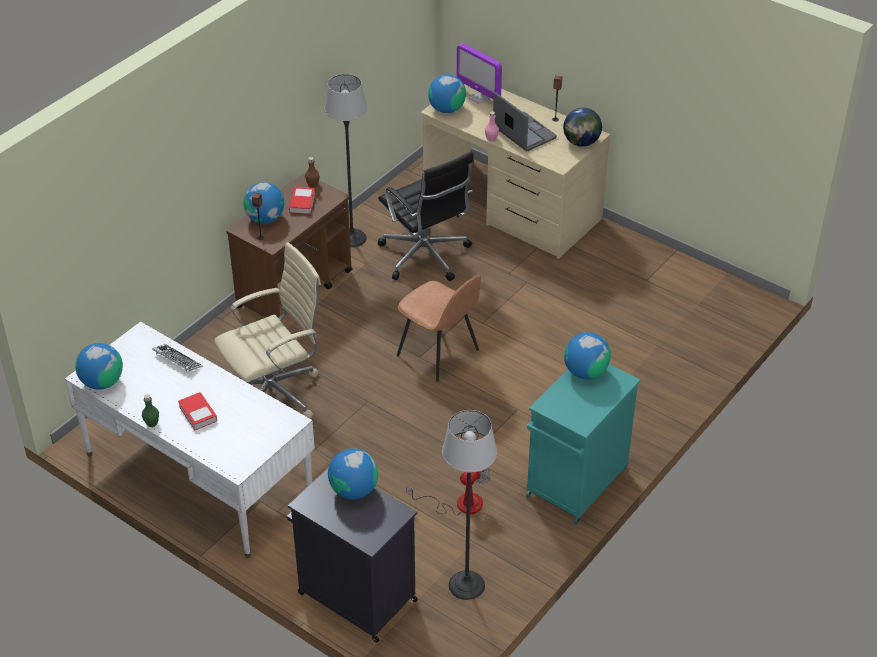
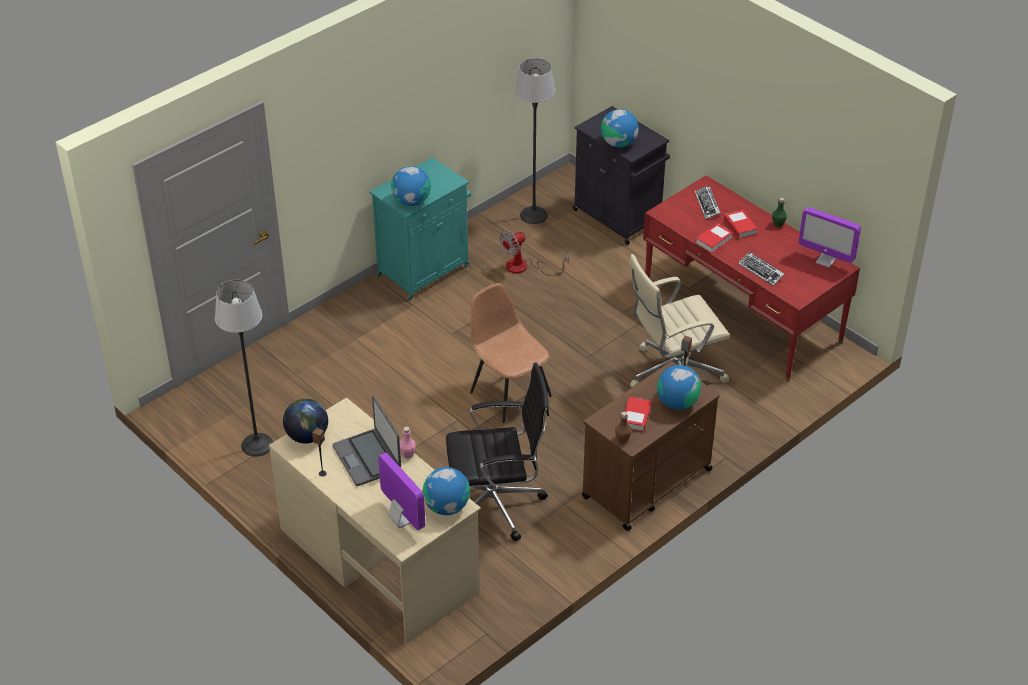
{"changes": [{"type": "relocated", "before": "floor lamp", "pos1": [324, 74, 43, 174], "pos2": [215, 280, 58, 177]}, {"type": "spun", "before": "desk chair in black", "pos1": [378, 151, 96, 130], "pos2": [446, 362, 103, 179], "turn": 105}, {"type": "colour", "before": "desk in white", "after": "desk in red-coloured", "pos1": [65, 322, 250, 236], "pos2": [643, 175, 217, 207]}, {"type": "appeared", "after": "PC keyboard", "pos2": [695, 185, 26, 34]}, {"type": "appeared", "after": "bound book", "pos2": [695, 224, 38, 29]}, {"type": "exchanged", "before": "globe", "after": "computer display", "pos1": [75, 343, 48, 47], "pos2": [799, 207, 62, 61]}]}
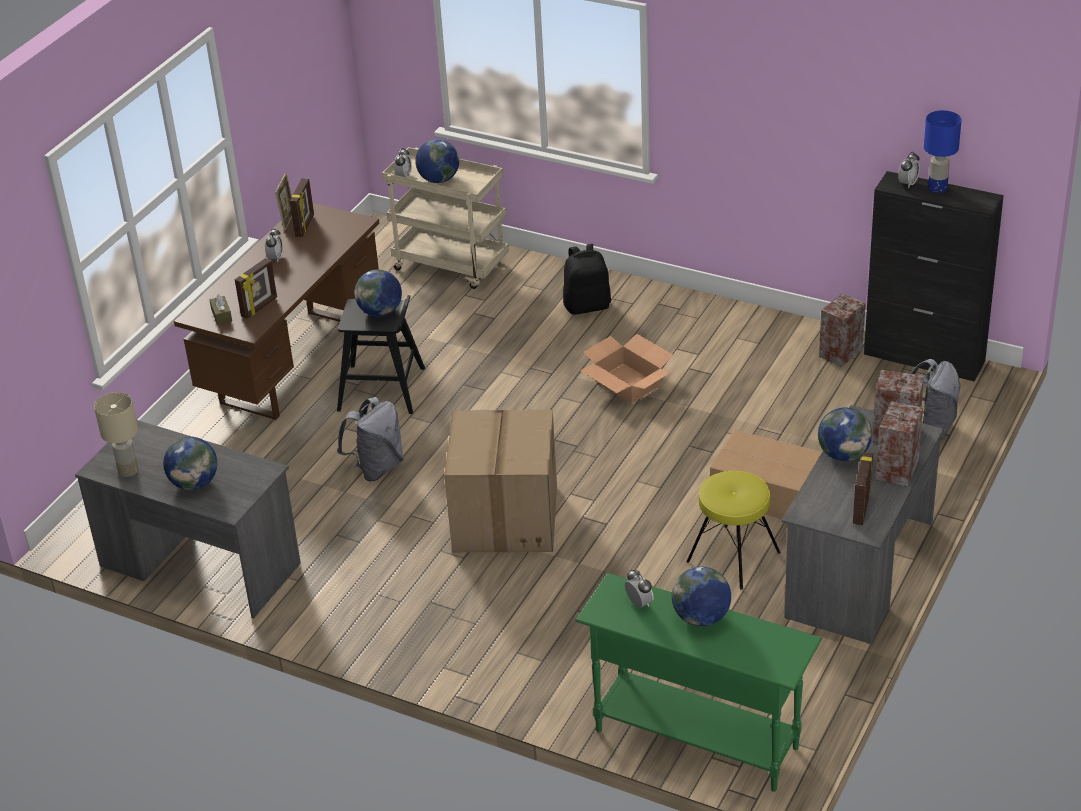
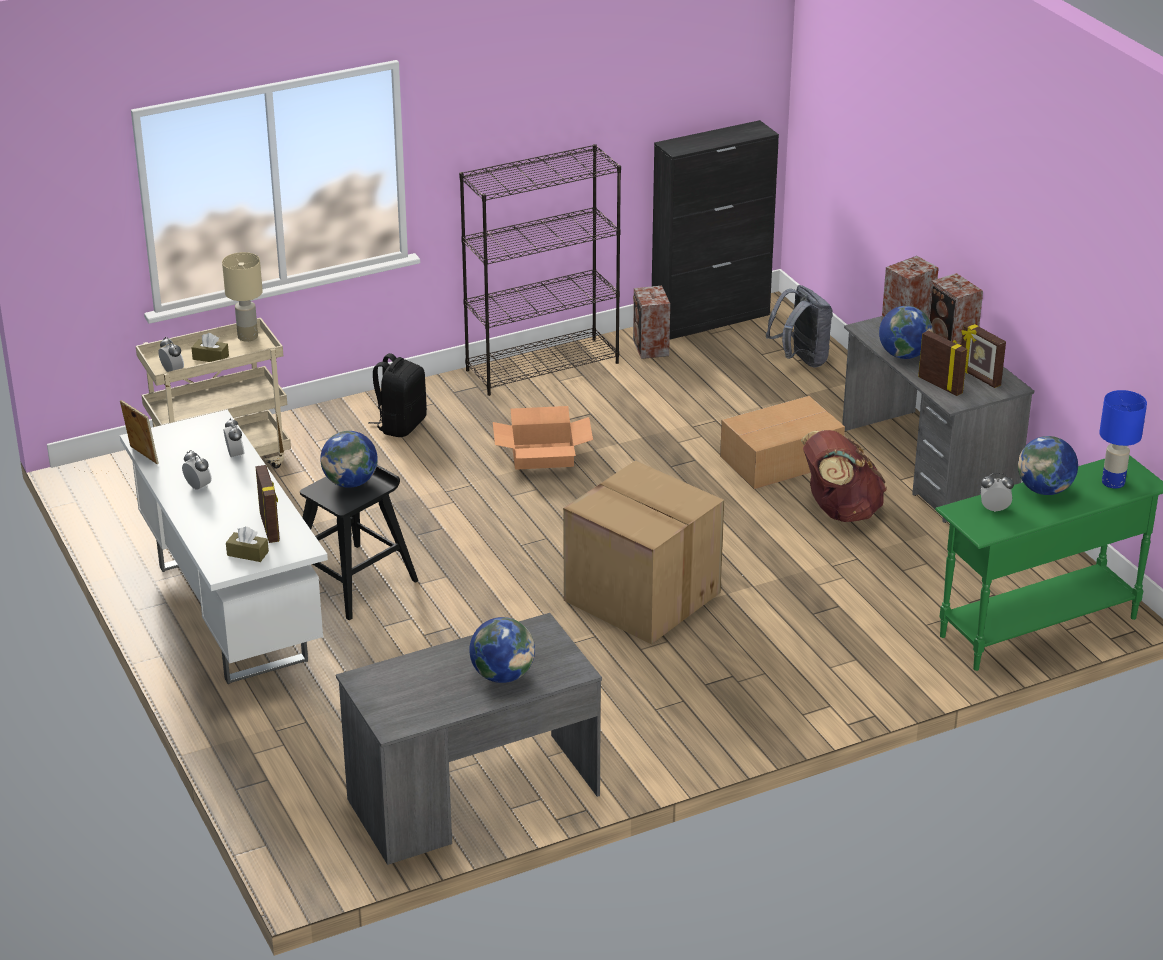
{"changes": [{"type": "colour", "before": "desk in brown-coloured", "after": "desk in white", "pos1": [174, 203, 205, 217], "pos2": [120, 410, 208, 274]}, {"type": "exchanged", "before": "globe", "after": "tissue holder in brown-coloured", "pos1": [415, 139, 44, 44], "pos2": [192, 333, 37, 29]}, {"type": "relocated", "before": "tabletop lamp in sand-coloured", "pos1": [94, 392, 45, 85], "pos2": [222, 252, 41, 90]}, {"type": "relocated", "before": "alarm clock", "pos1": [898, 152, 22, 36], "pos2": [223, 418, 21, 41]}, {"type": "appeared", "after": "shelving unit in black", "pos2": [459, 144, 162, 252]}, {"type": "exchanged", "before": "sitting stool in yellow", "after": "knapsack in brown-coloured", "pos1": [686, 471, 95, 119], "pos2": [801, 430, 86, 92]}, {"type": "relocated", "before": "standing frame", "pos1": [290, 178, 24, 59], "pos2": [918, 330, 50, 66]}, {"type": "relocated", "before": "tabletop lamp in bluish", "pos1": [924, 110, 37, 83], "pos2": [1099, 390, 48, 99]}, {"type": "missing", "before": "knapsack in grey", "pos1": [337, 397, 67, 85]}]}
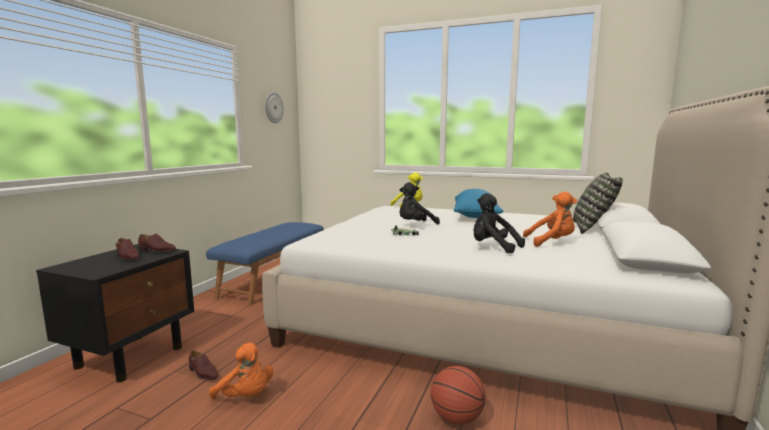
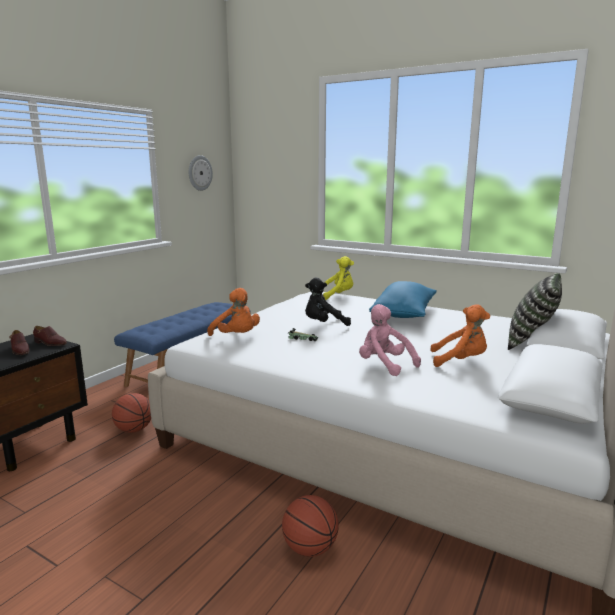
{"changes": [{"type": "appeared", "after": "basketball", "pos2": [112, 393, 39, 40]}, {"type": "relocated", "before": "plush toy in orange", "pos1": [209, 343, 64, 56], "pos2": [207, 288, 53, 48]}, {"type": "colour", "before": "plush toy in black", "after": "plush toy in pinkish", "pos1": [473, 193, 52, 60], "pos2": [359, 304, 62, 72]}, {"type": "missing", "before": "low shoe in brown-coloured", "pos1": [189, 350, 29, 30]}]}
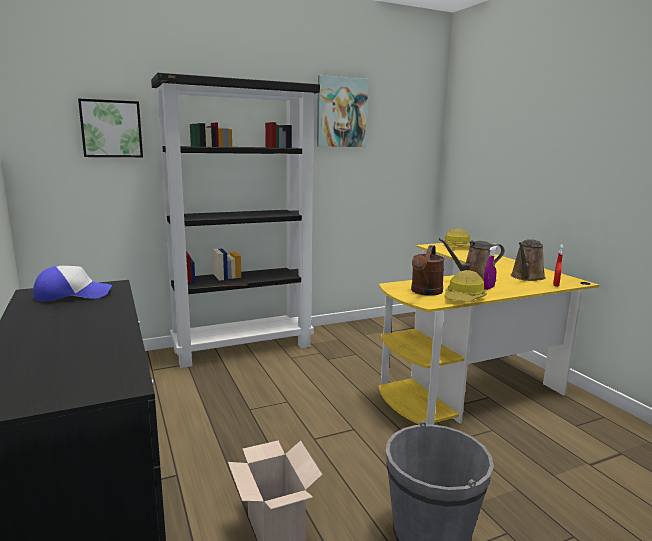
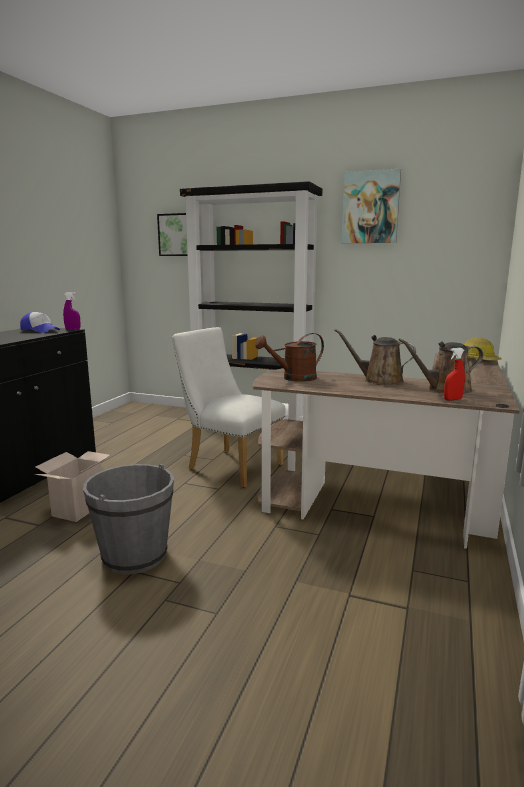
{"changes": [{"type": "relocated", "before": "hand sprayer in purple", "pos1": [484, 246, 13, 44], "pos2": [63, 292, 17, 38]}, {"type": "appeared", "after": "plain chair in white", "pos2": [172, 327, 113, 161]}, {"type": "colour", "before": "desk in yellow", "after": "desk in brown-coloured", "pos1": [379, 243, 220, 182], "pos2": [253, 353, 267, 196]}, {"type": "missing", "before": "safety helmet", "pos1": [444, 270, 43, 32]}]}
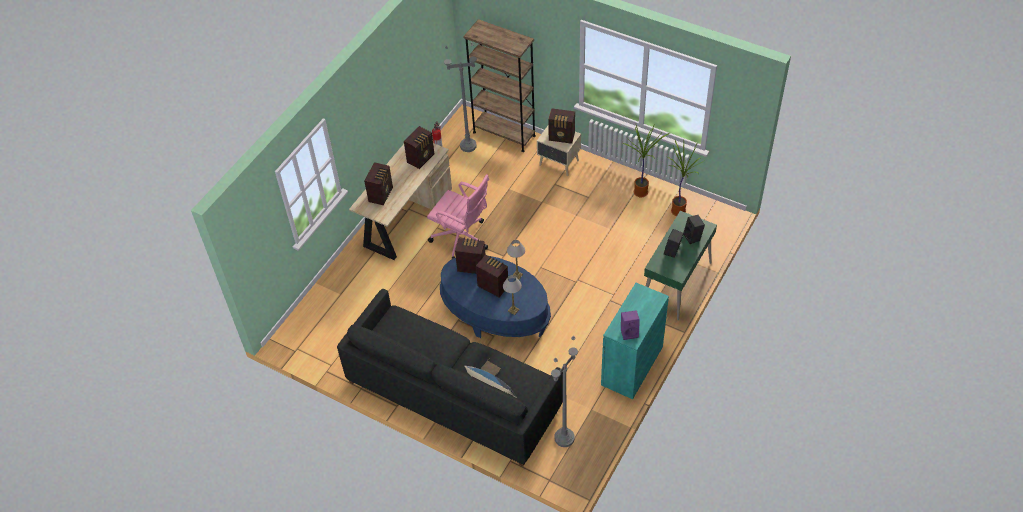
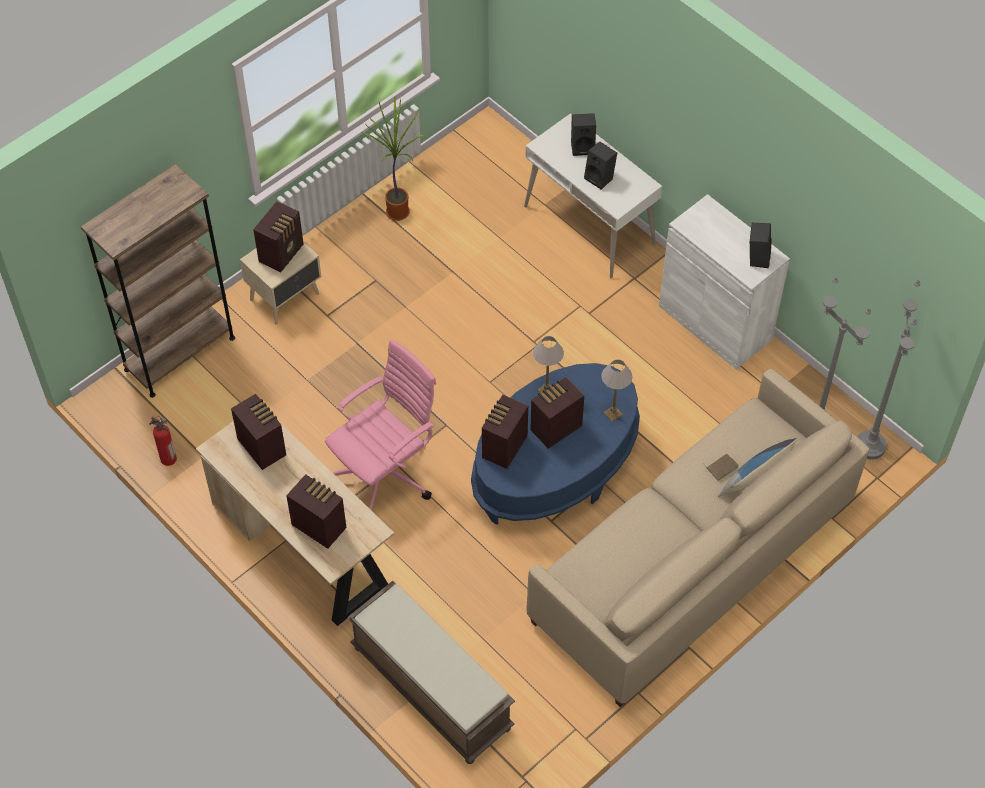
{"changes": [{"type": "appeared", "after": "bench in brown-coloured", "pos2": [347, 581, 168, 183]}, {"type": "colour", "before": "desk in green", "after": "desk in white", "pos1": [644, 211, 73, 109], "pos2": [524, 114, 138, 164]}, {"type": "colour", "before": "sofa in black", "after": "sofa in sand-coloured", "pos1": [337, 289, 226, 178], "pos2": [527, 369, 342, 339]}, {"type": "colour", "before": "storage cabinet in turquoise", "after": "storage cabinet in white", "pos1": [601, 283, 68, 116], "pos2": [659, 194, 131, 176]}, {"type": "colour", "before": "speaker in purple", "after": "speaker in black", "pos1": [621, 310, 19, 30], "pos2": [750, 223, 21, 45]}, {"type": "relocated", "before": "floor lamp in grey", "pos1": [444, 42, 33, 110], "pos2": [857, 279, 64, 181]}, {"type": "missing", "before": "potted plant", "pos1": [666, 140, 39, 76]}]}
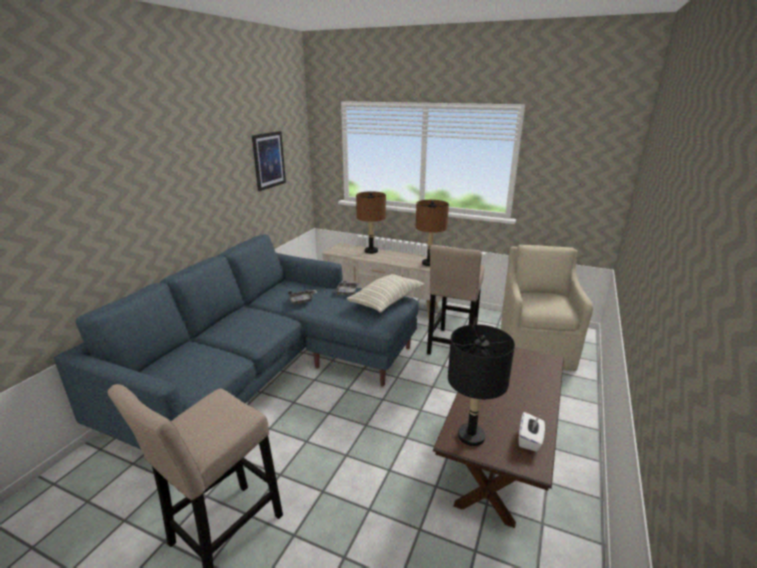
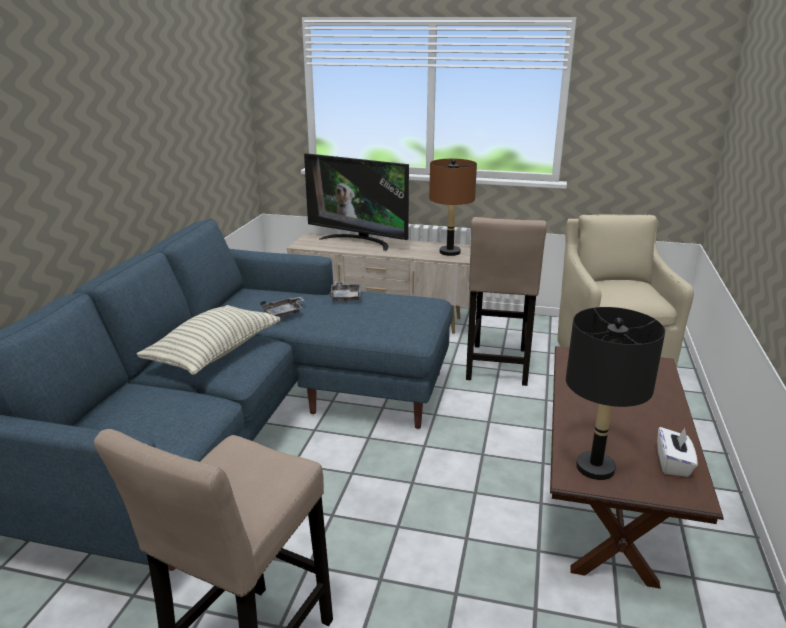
{"changes": [{"type": "relocated", "before": "cushion", "pos1": [347, 274, 77, 39], "pos2": [137, 305, 143, 70]}, {"type": "exchanged", "before": "tabletop lamp in brown-coloured", "after": "television", "pos1": [356, 191, 30, 63], "pos2": [304, 153, 105, 98]}, {"type": "missing", "before": "picture", "pos1": [252, 131, 34, 60]}]}
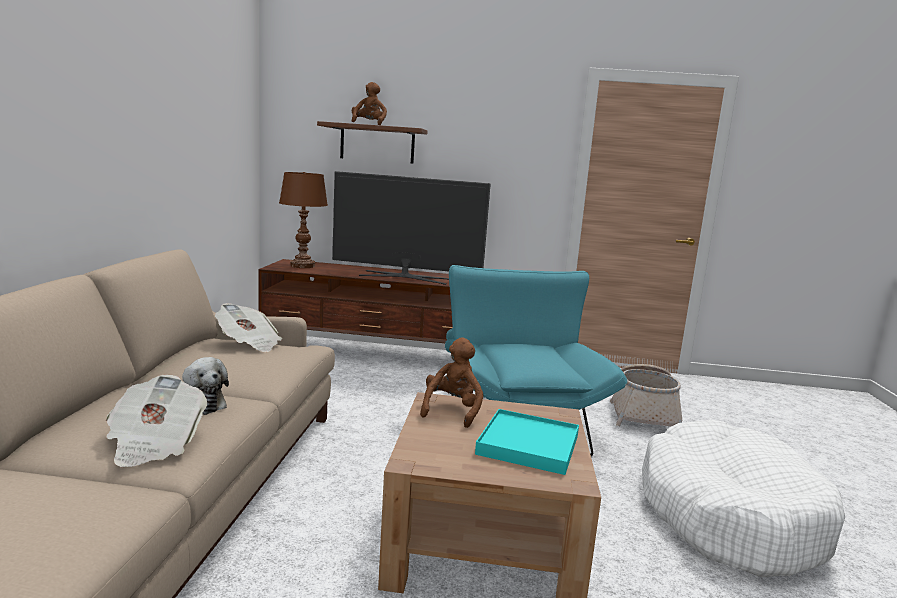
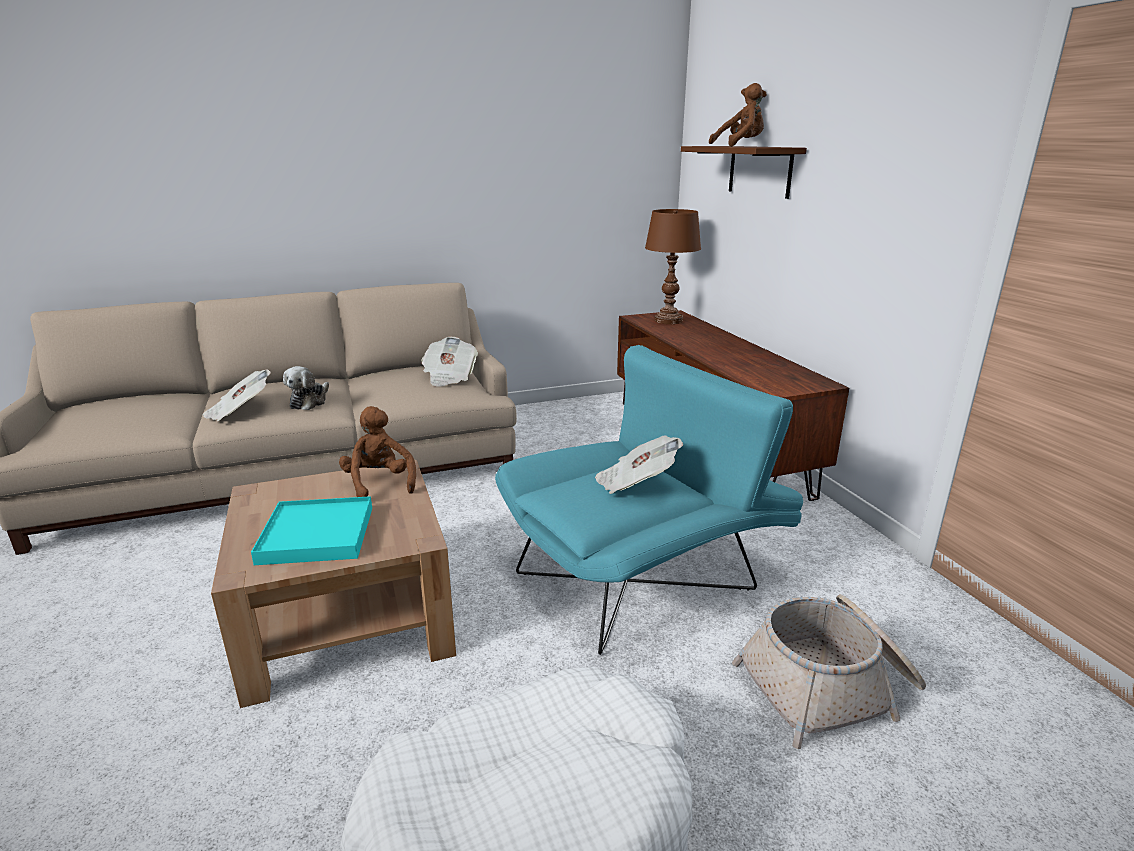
{"changes": [{"type": "spun", "before": "plush toy in brown-coloured", "pos1": [420, 337, 63, 91], "pos2": [339, 406, 77, 91], "turn": -105}, {"type": "appeared", "after": "newspaper", "pos2": [595, 435, 88, 59]}, {"type": "missing", "before": "television", "pos1": [332, 171, 159, 114]}]}
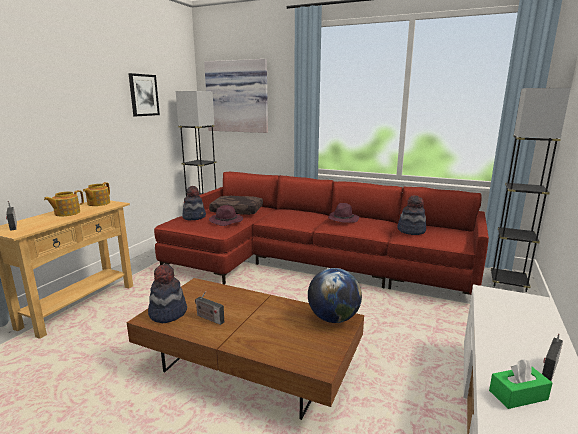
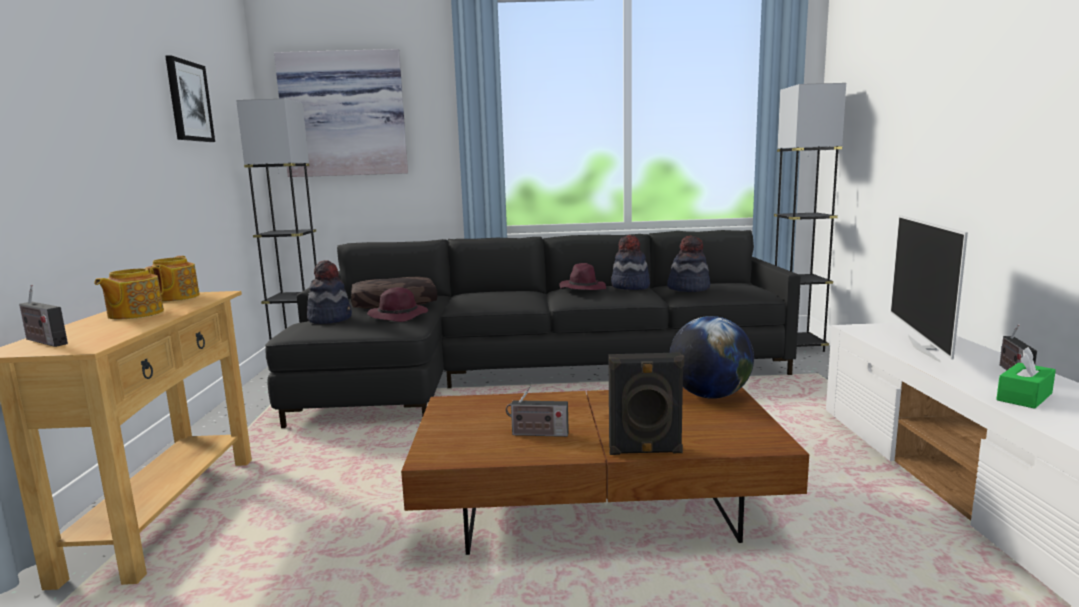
{"changes": [{"type": "colour", "before": "sofa in red-coloured", "after": "sofa in black", "pos1": [154, 172, 335, 123], "pos2": [265, 230, 536, 198]}, {"type": "appeared", "after": "speaker in black", "pos2": [608, 352, 76, 103]}, {"type": "relocated", "before": "clothing hat", "pos1": [148, 264, 39, 59], "pos2": [611, 235, 39, 55]}, {"type": "appeared", "after": "television", "pos2": [890, 215, 78, 147]}]}
